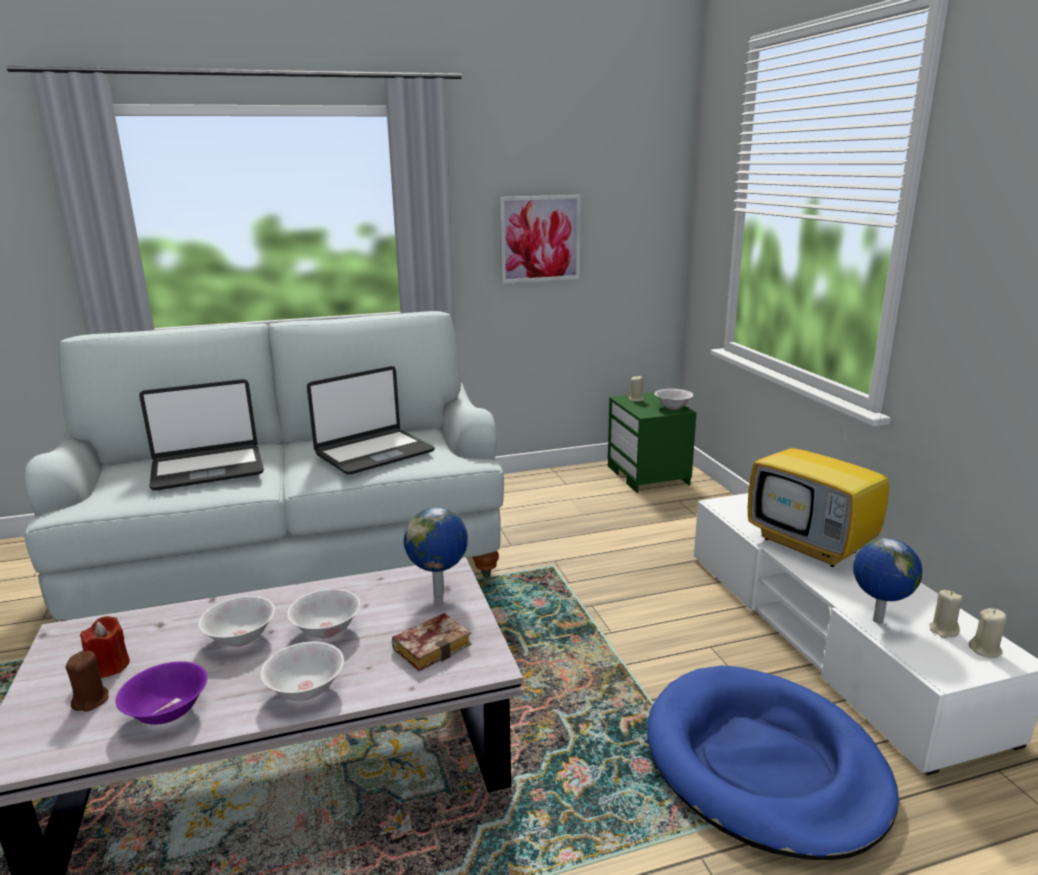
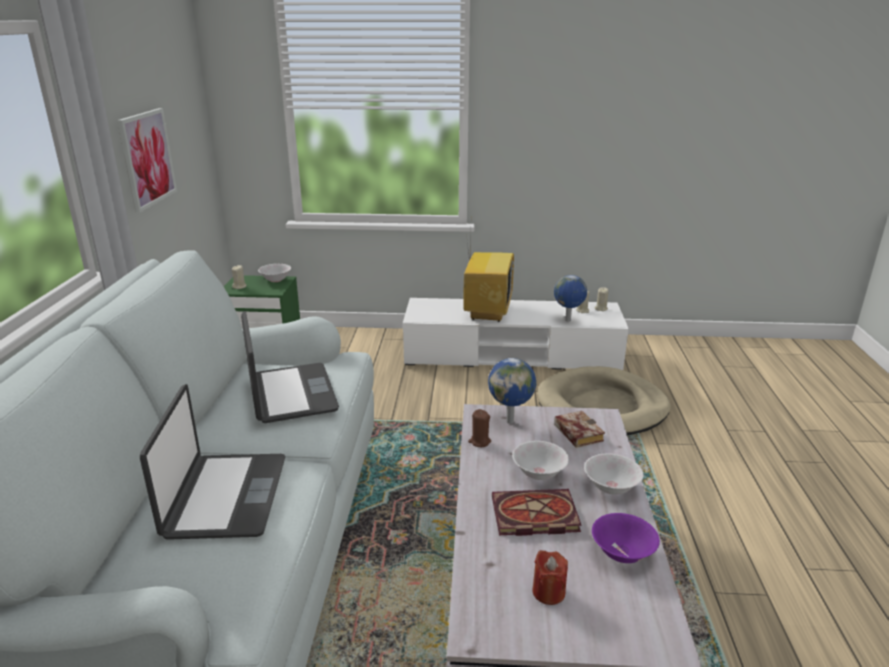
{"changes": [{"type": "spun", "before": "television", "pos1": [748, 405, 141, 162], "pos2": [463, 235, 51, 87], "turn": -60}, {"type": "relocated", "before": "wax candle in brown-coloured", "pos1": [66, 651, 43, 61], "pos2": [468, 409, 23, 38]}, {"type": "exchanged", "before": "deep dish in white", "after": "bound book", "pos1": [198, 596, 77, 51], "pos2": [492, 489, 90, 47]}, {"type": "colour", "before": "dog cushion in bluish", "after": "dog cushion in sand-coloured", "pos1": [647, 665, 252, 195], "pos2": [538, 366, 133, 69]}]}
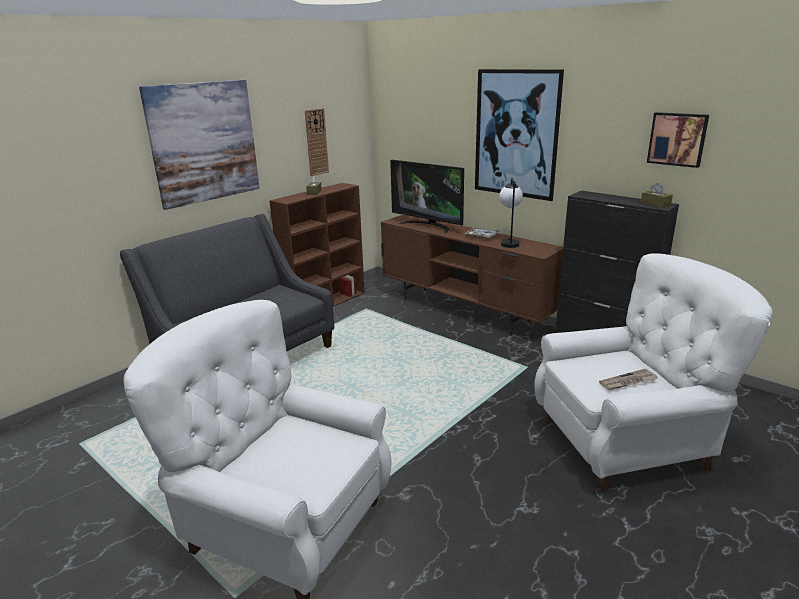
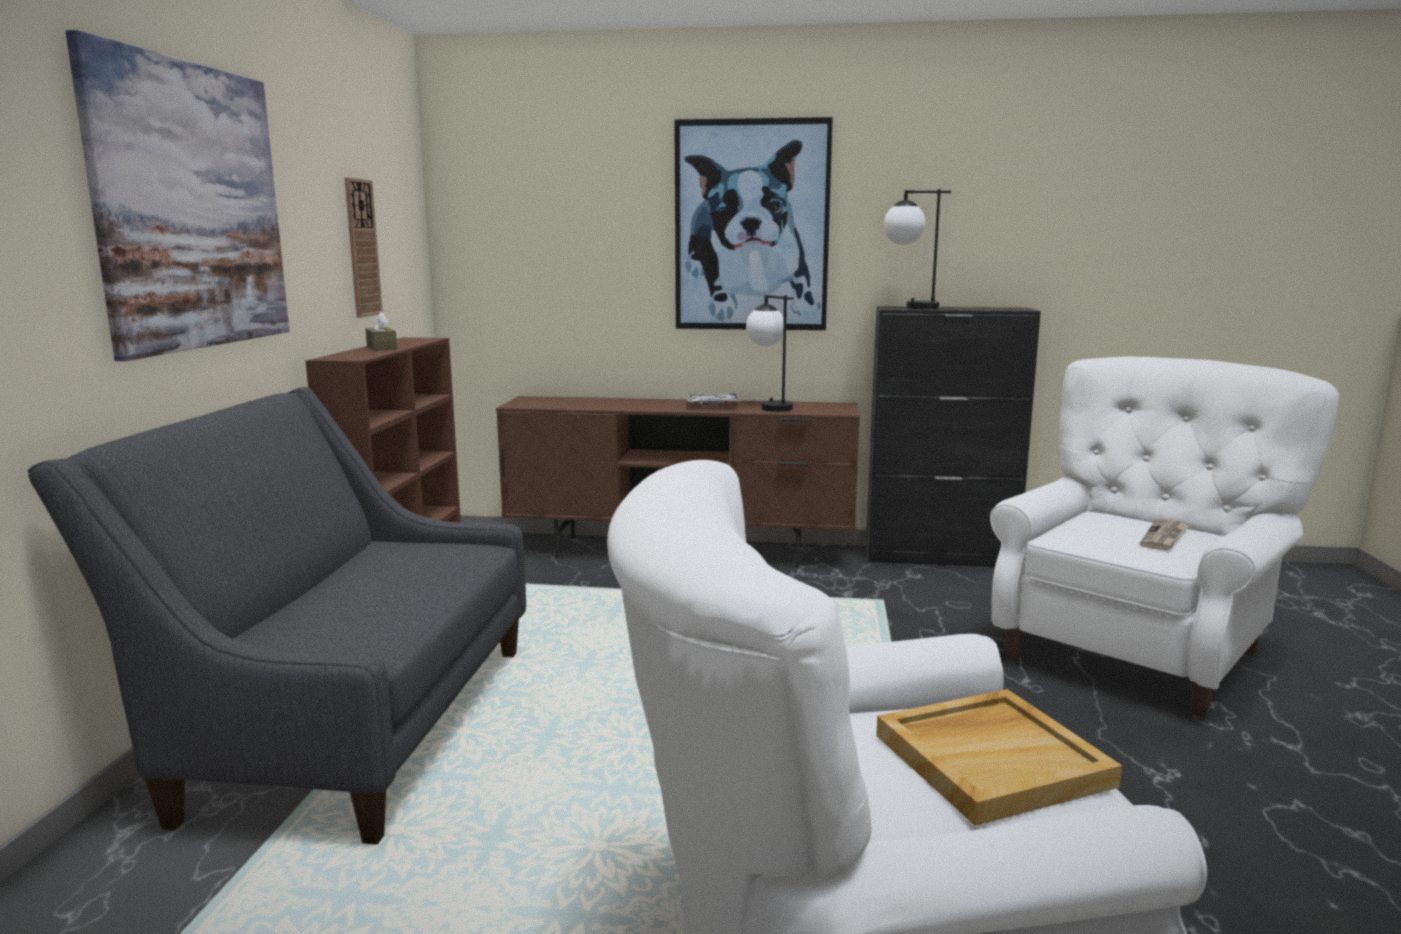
{"changes": [{"type": "appeared", "after": "serving tray in sand-coloured", "pos2": [876, 689, 246, 137]}, {"type": "appeared", "after": "tabletop lamp", "pos2": [884, 189, 67, 120]}, {"type": "missing", "before": "television", "pos1": [390, 160, 74, 73]}, {"type": "missing", "before": "tissue holder in brown-coloured", "pos1": [641, 183, 32, 25]}, {"type": "missing", "before": "picture", "pos1": [647, 112, 62, 56]}]}
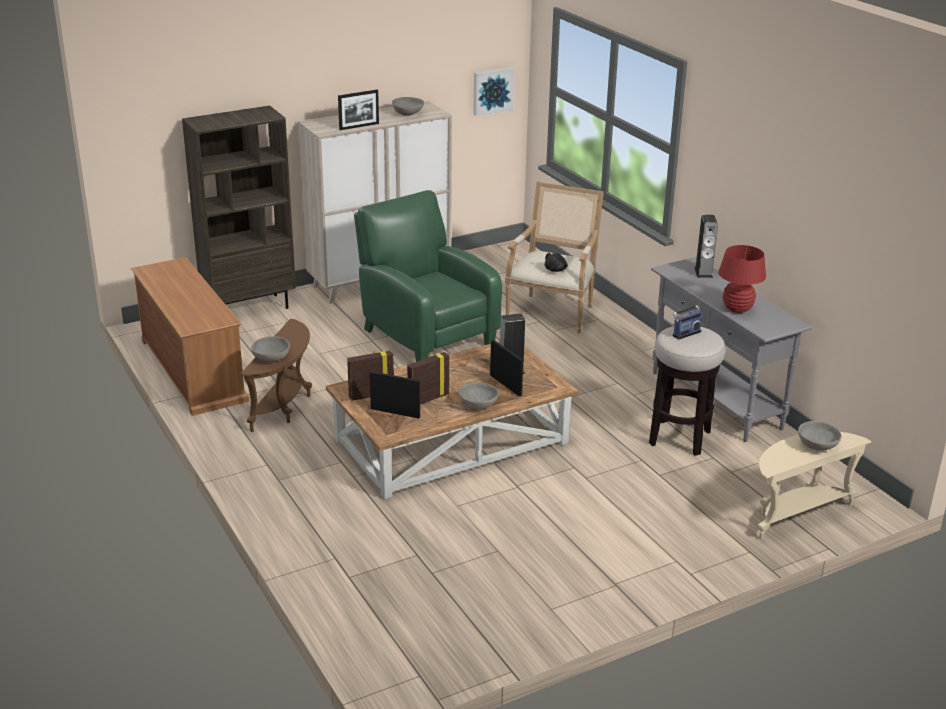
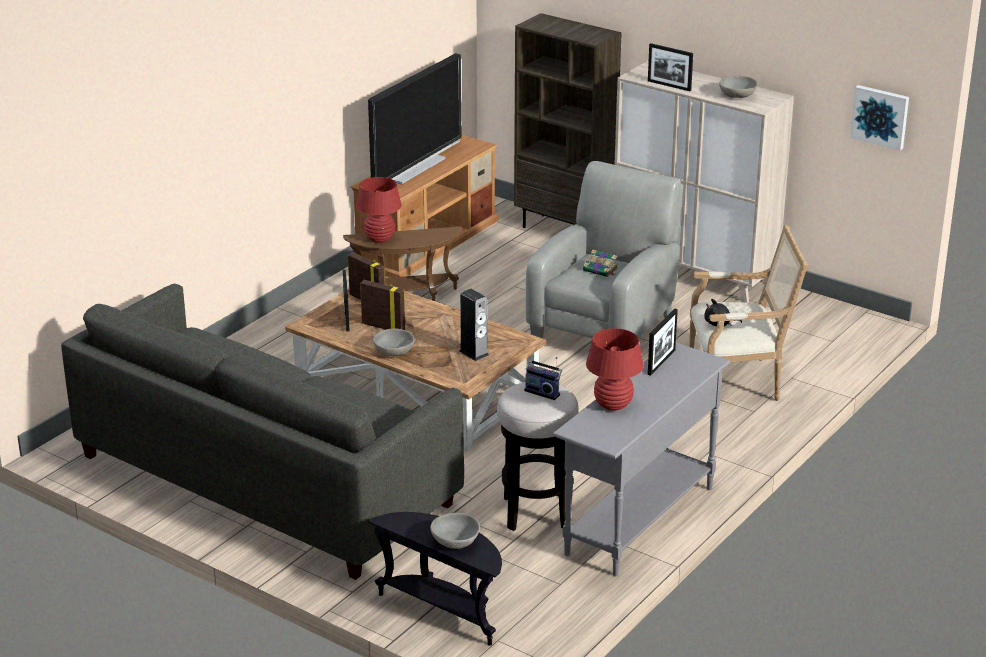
{"changes": [{"type": "appeared", "after": "sofa in grey", "pos2": [61, 284, 403, 296]}, {"type": "exchanged", "before": "deep dish in grey", "after": "tabletop lamp in red-coloured", "pos1": [251, 336, 39, 25], "pos2": [356, 177, 46, 66]}, {"type": "appeared", "after": "television", "pos2": [368, 53, 94, 131]}, {"type": "colour", "before": "end table in sand-coloured", "after": "end table in black", "pos1": [757, 432, 115, 107], "pos2": [368, 512, 134, 134]}, {"type": "colour", "before": "armchair in green", "after": "armchair in grey", "pos1": [354, 190, 148, 172], "pos2": [526, 161, 157, 177]}, {"type": "appeared", "after": "bound book", "pos2": [583, 250, 35, 27]}, {"type": "relocated", "before": "standing frame", "pos1": [490, 339, 33, 58], "pos2": [648, 308, 30, 68]}, {"type": "missing", "before": "speaker", "pos1": [695, 215, 23, 63]}]}
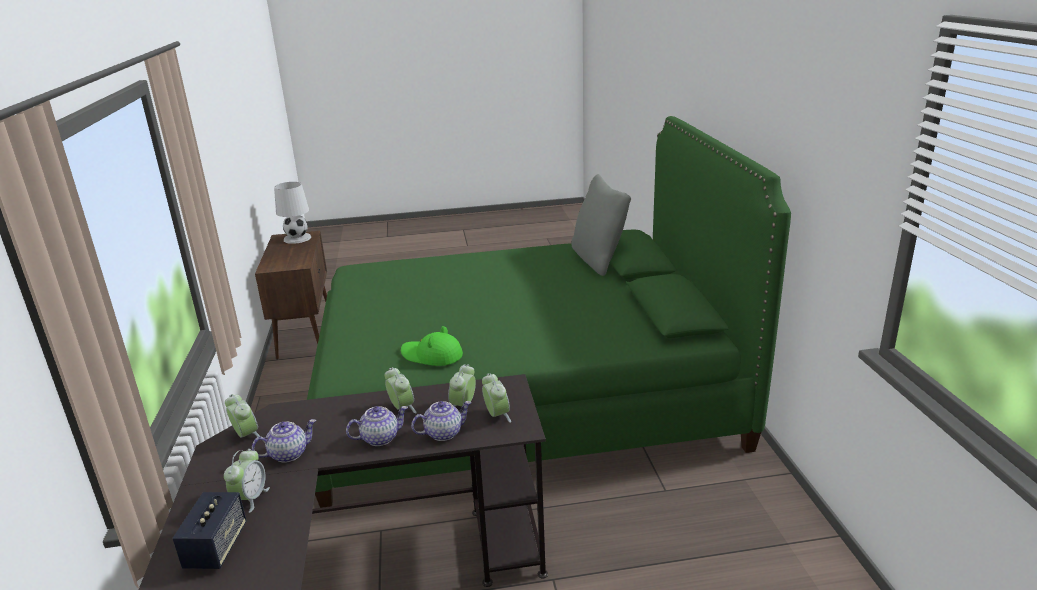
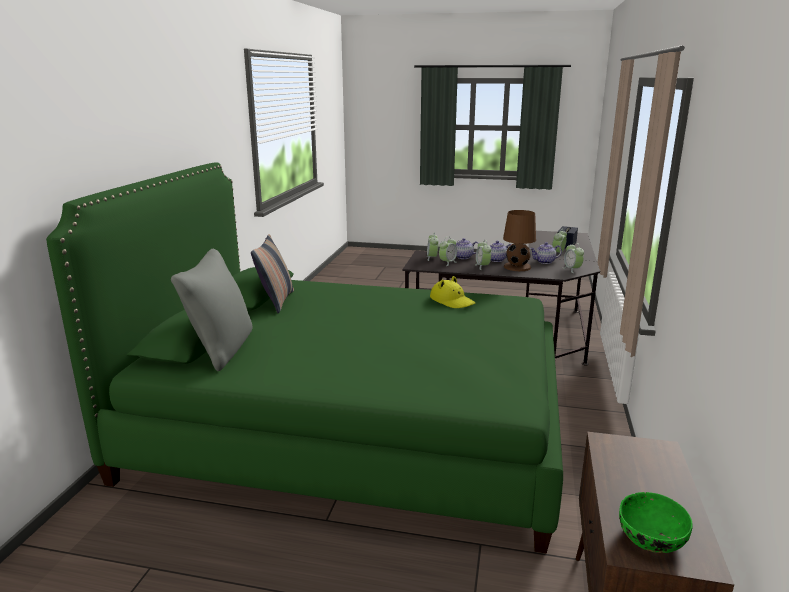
{"changes": [{"type": "appeared", "after": "cushion", "pos2": [251, 234, 43, 80]}, {"type": "colour", "before": "clothing hat in green", "after": "clothing hat in yellow", "pos1": [401, 326, 62, 40], "pos2": [430, 276, 46, 32]}, {"type": "appeared", "after": "tabletop lamp in brown-coloured", "pos2": [503, 210, 33, 61]}, {"type": "exchanged", "before": "tabletop lamp in white", "after": "deep dish in green", "pos1": [274, 182, 37, 62], "pos2": [619, 492, 74, 61]}]}
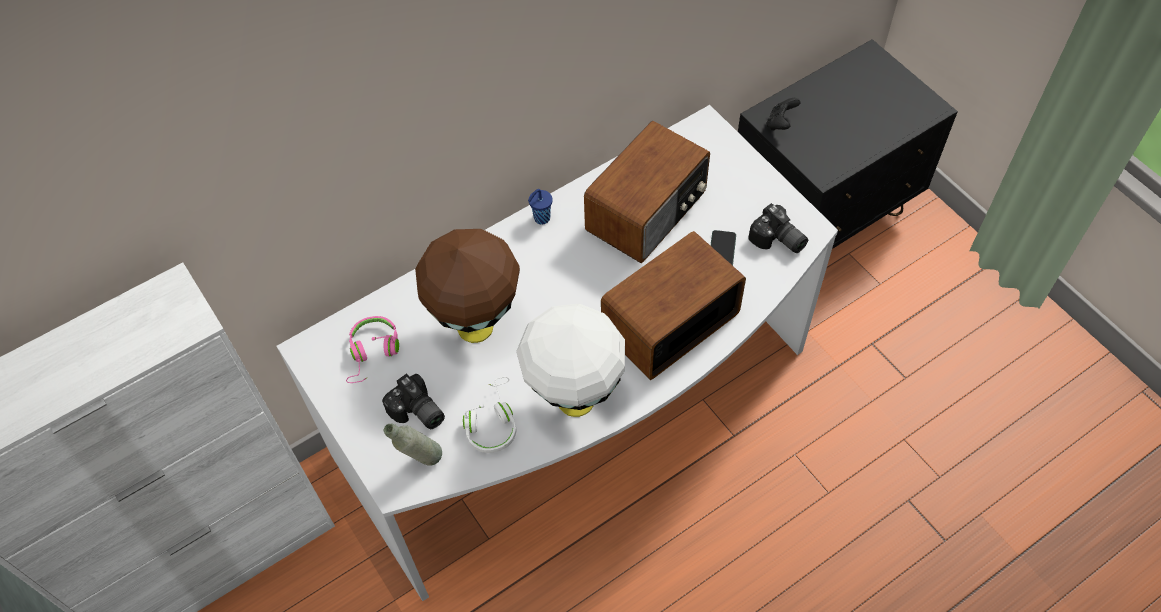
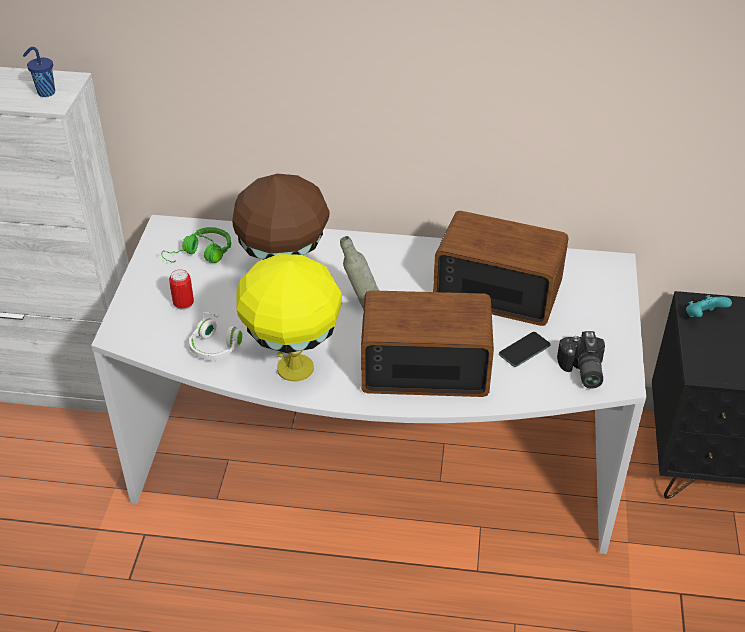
{"changes": [{"type": "relocated", "before": "drinking cup in bluish", "pos1": [528, 189, 24, 35], "pos2": [23, 47, 32, 50]}, {"type": "colour", "before": "headphones in pinkish", "after": "headphones in green", "pos1": [346, 316, 53, 67], "pos2": [161, 227, 70, 36]}, {"type": "exchanged", "before": "photo camera", "after": "sealed can", "pos1": [382, 374, 63, 55], "pos2": [169, 269, 25, 41]}, {"type": "colour", "before": "tabletop lamp in white", "after": "tabletop lamp in yellow", "pos1": [516, 304, 109, 113], "pos2": [236, 254, 106, 128]}, {"type": "relocated", "before": "bottle in grey", "pos1": [384, 424, 58, 42], "pos2": [340, 236, 39, 73]}, {"type": "spun", "before": "radio", "pos1": [584, 121, 126, 142], "pos2": [433, 211, 136, 115], "turn": -150}, {"type": "colour", "before": "joypad in black", "after": "joypad in turquoise", "pos1": [767, 98, 33, 32], "pos2": [686, 295, 46, 22]}]}
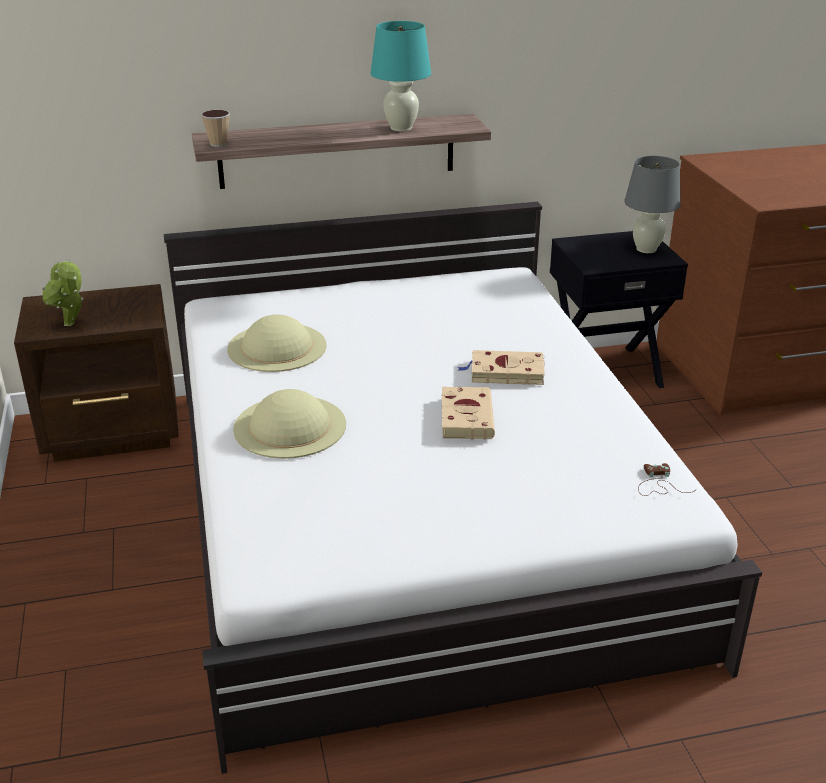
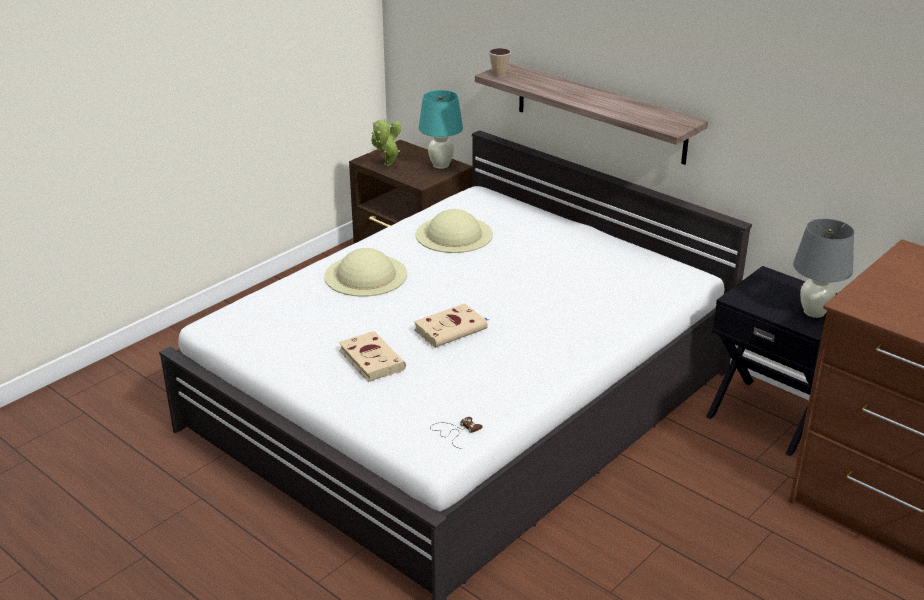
{"changes": [{"type": "relocated", "before": "bound book in sand-coloured", "pos1": [457, 350, 88, 35], "pos2": [339, 331, 67, 51]}, {"type": "relocated", "before": "tabletop lamp in turquoise", "pos1": [371, 21, 60, 110], "pos2": [419, 90, 44, 79]}]}
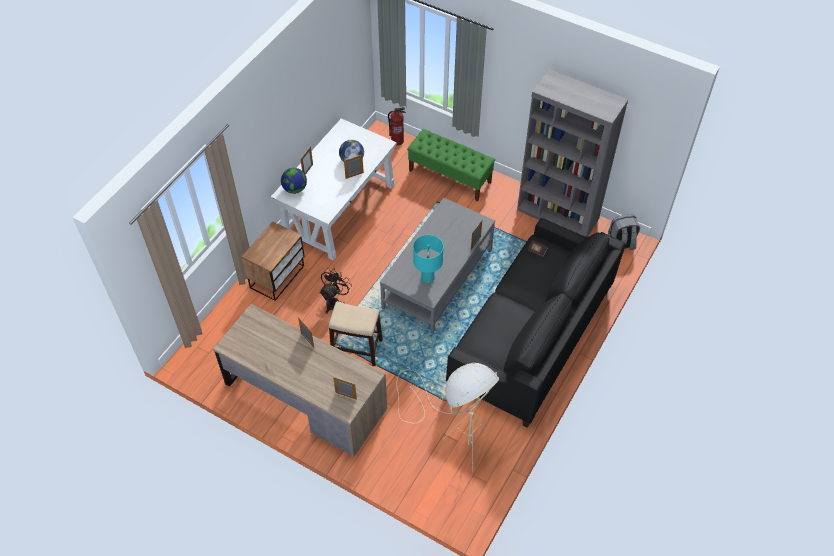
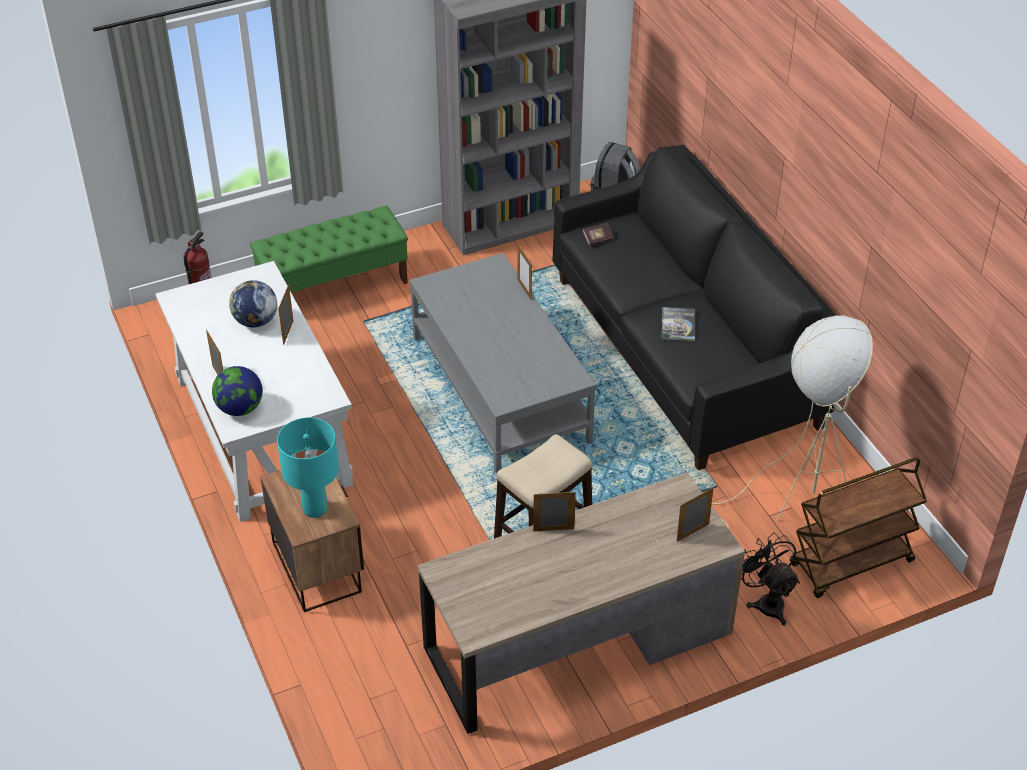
{"changes": [{"type": "relocated", "before": "tabletop lamp in turquoise", "pos1": [413, 235, 30, 49], "pos2": [277, 418, 62, 100]}, {"type": "appeared", "after": "bound book", "pos2": [662, 307, 33, 34]}, {"type": "relocated", "before": "electric fan in black", "pos1": [319, 268, 33, 46], "pos2": [741, 532, 59, 94]}, {"type": "appeared", "after": "trolley in brown-coloured", "pos2": [790, 457, 137, 141]}]}
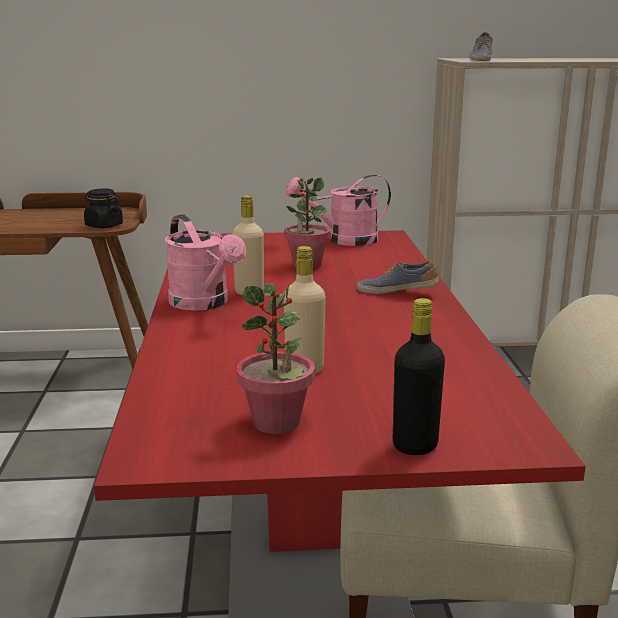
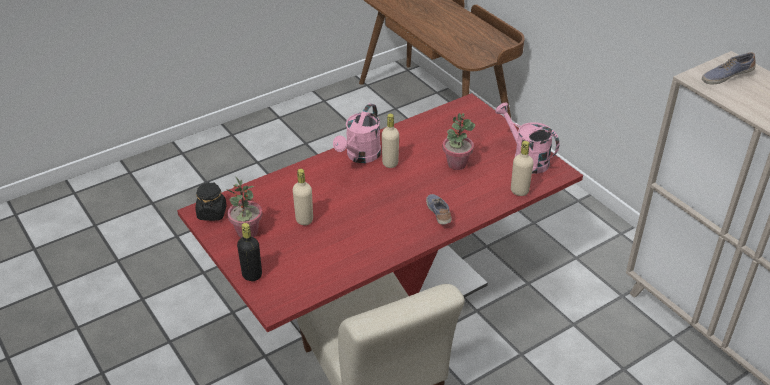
{"changes": [{"type": "relocated", "before": "jar in black", "pos1": [84, 188, 39, 40], "pos2": [195, 182, 32, 39]}, {"type": "appeared", "after": "bottle in sand-coloured", "pos2": [511, 141, 23, 55]}]}
